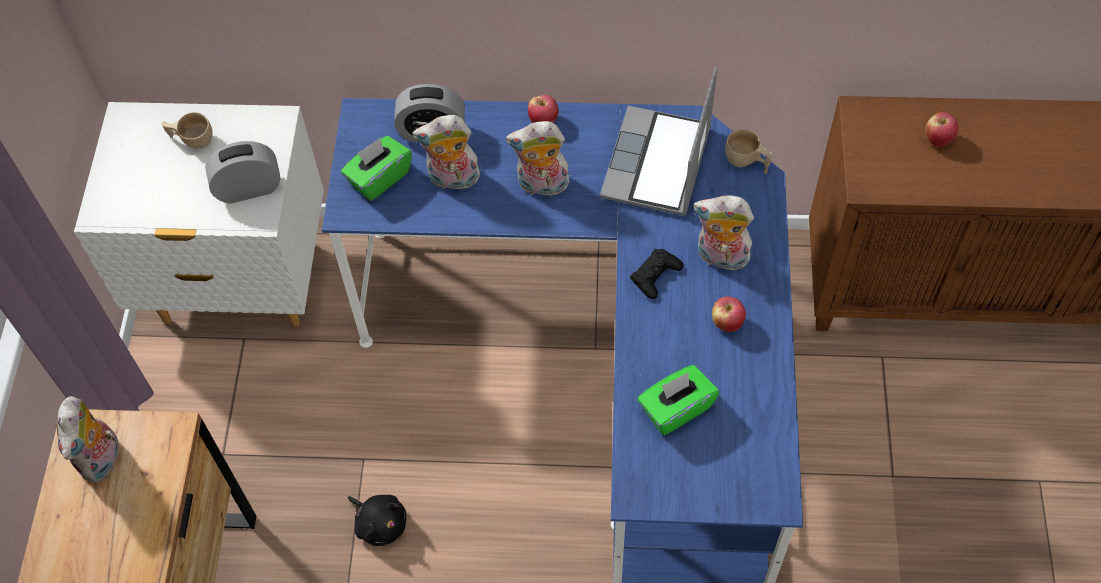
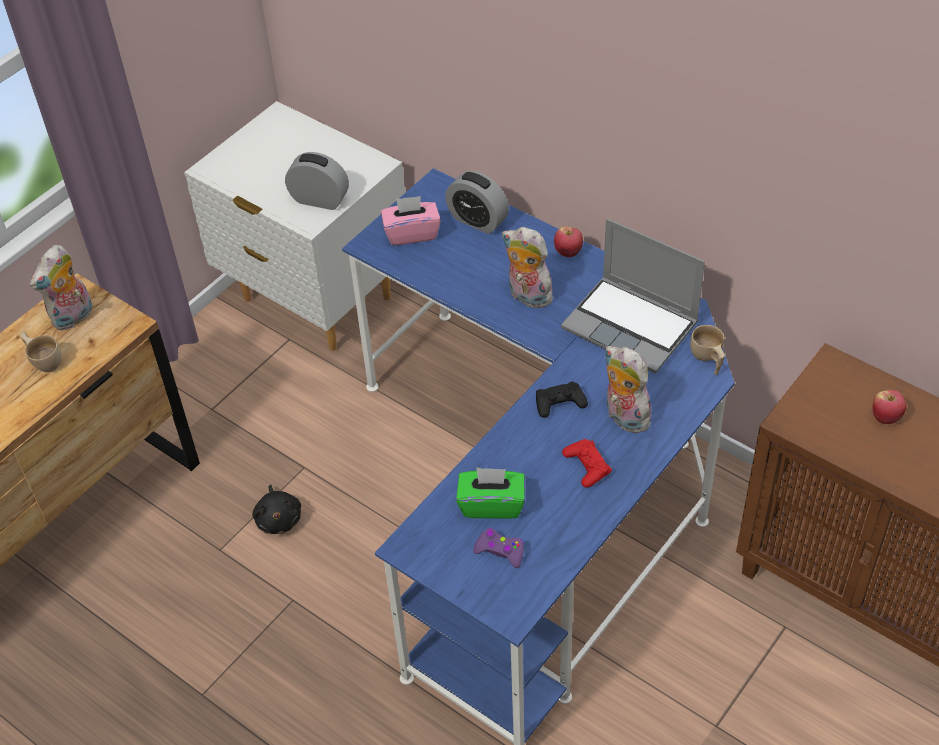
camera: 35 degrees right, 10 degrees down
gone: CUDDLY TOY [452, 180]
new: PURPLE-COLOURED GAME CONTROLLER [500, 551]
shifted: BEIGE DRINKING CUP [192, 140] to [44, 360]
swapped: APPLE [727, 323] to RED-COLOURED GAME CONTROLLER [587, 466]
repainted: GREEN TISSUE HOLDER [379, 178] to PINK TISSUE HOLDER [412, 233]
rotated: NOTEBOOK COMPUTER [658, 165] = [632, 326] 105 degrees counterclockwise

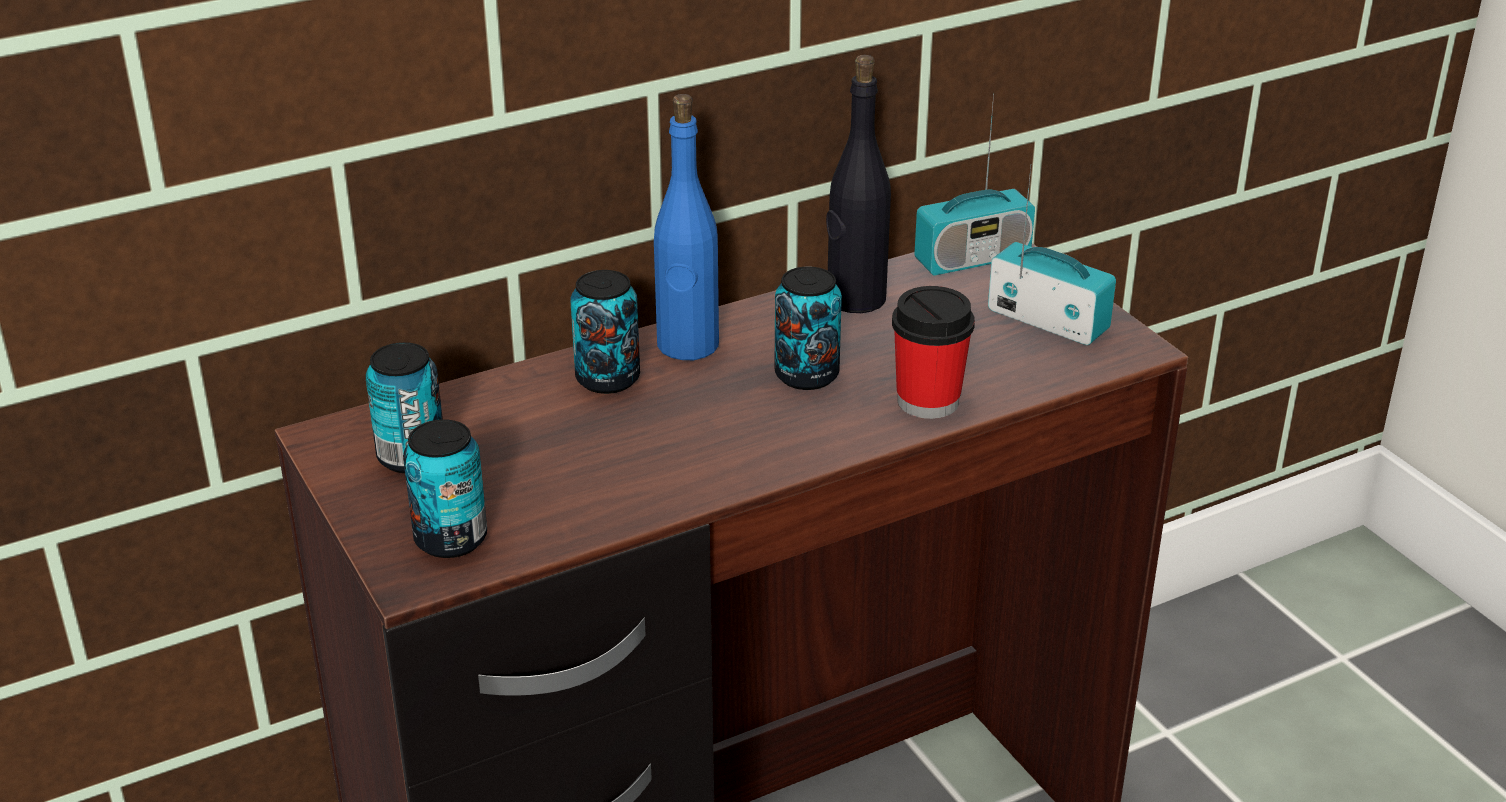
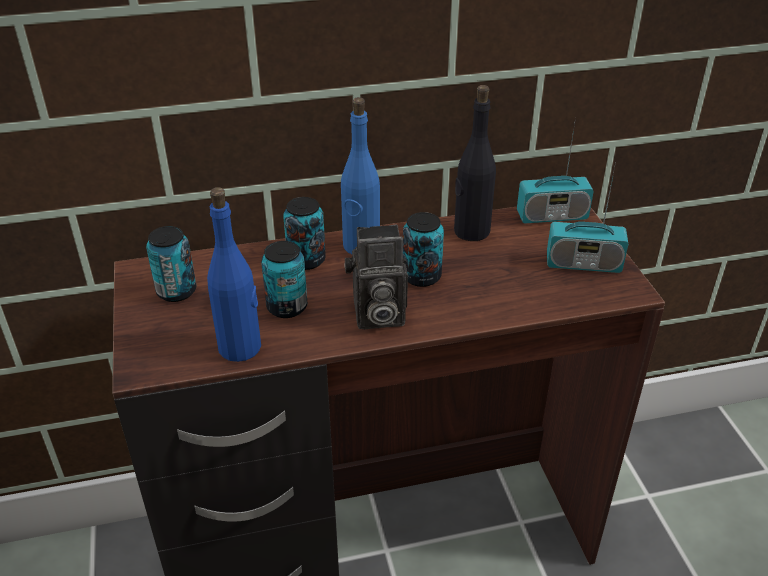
camera: 15 degrees right, 5 degrees up
gone: DRINKING CUP [928, 401]
new: BLUE-COLOURED BOTTLE [240, 347]; STILL CAMERA [376, 315]
shifted: METAL CAN [451, 539] to [287, 307]
rotated: RADIO [1048, 321] = [583, 264] 135 degrees clockwise

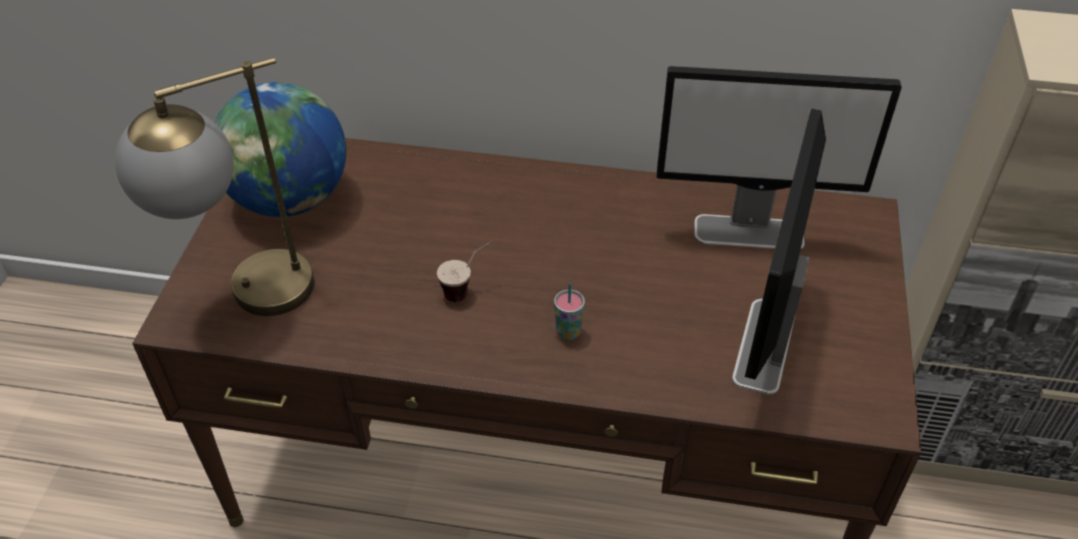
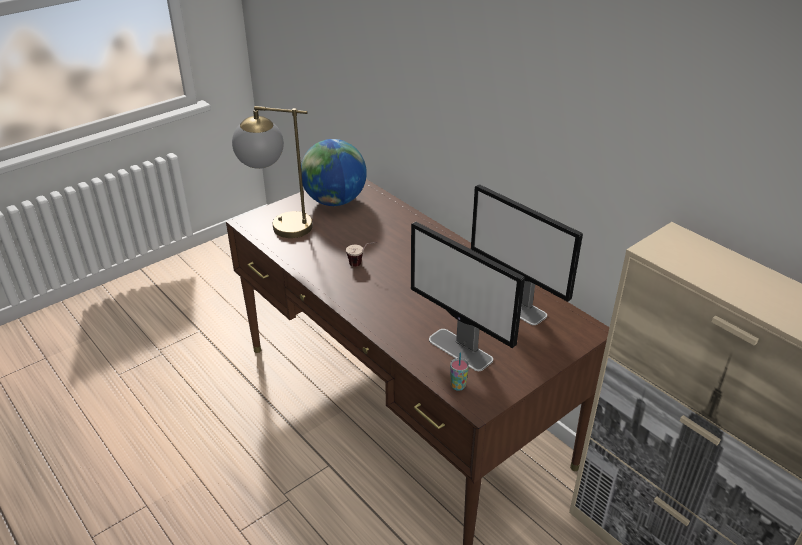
camera: 40 degrees right, 10 degrees down
shifted: DRINKING CUP [568, 333] to [458, 386]
rotated: COMPUTER DISPLAY [764, 346] = [461, 350] 105 degrees counterclockwise

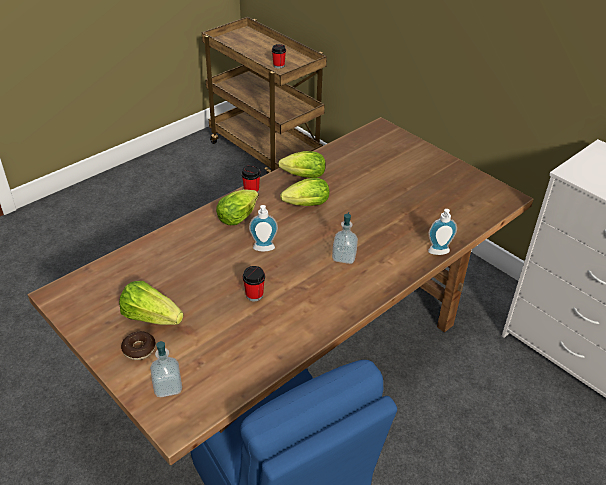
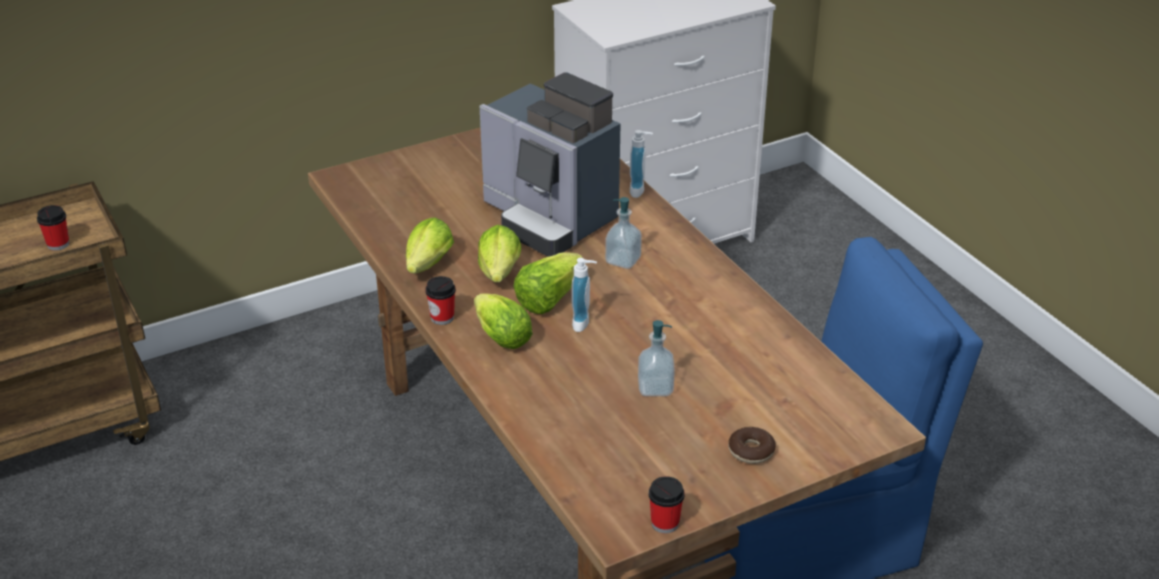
camera: 75 degrees left, 5 degrees down
new: COFFEE MAKER [549, 218]
shifted: LETTUCE [151, 317] to [548, 299]; SOAP DISPENSER [168, 387] to [655, 387]; DRINKING CUP [254, 295] to [665, 523]

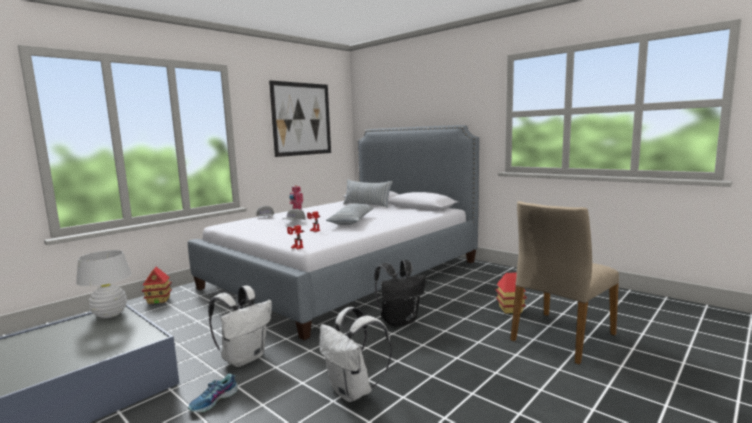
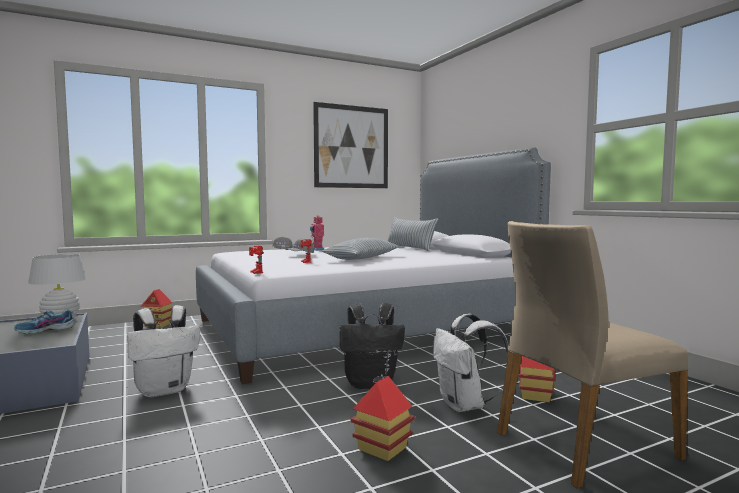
camera: 20 degrees right, 5 degrees down
new: MINIATURE HOUSE [382, 448]
shifted: SHOE [214, 401] to [45, 330]; WHITISH BACKPACK [353, 391] to [465, 405]

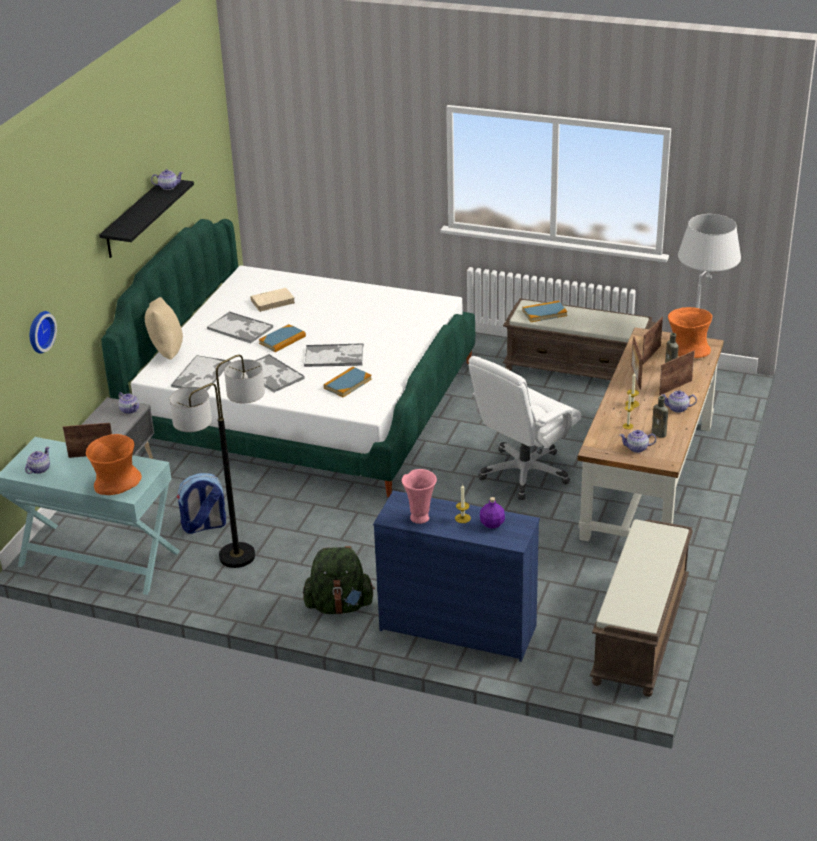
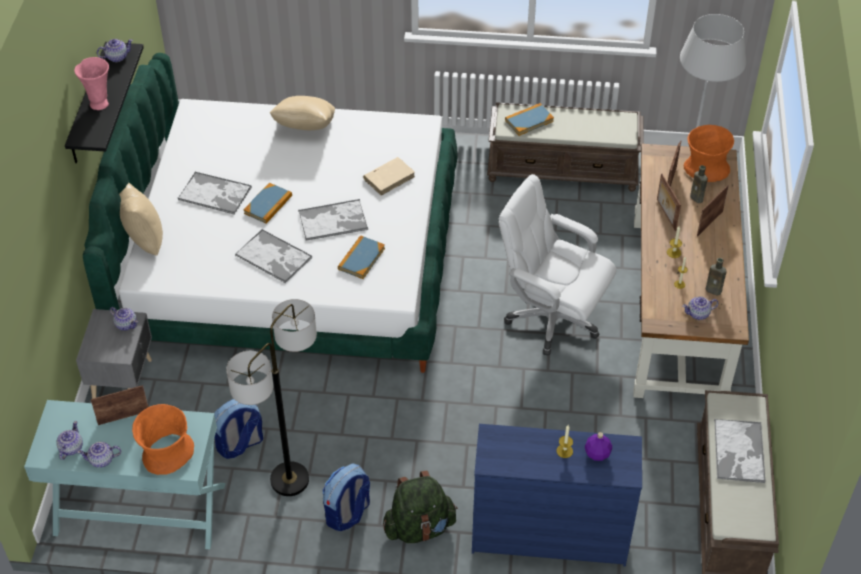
camera: 15 degrees left, 15 degrees up
gone: WALL CLOCK [39, 331]
new: BEIGE THROW PILLOW [304, 129]; BACKPACK [347, 513]
shifted: TRAY [201, 375] to [739, 452]; BEIGE VOLUME [273, 301] to [389, 177]; PINK DECORATIVE VASE [420, 517] to [99, 103]; TEAPOT [678, 408] to [102, 460]
rotated: WHITISH COMPUTER CHAIR [524, 473] = [551, 318] 90 degrees clockwise

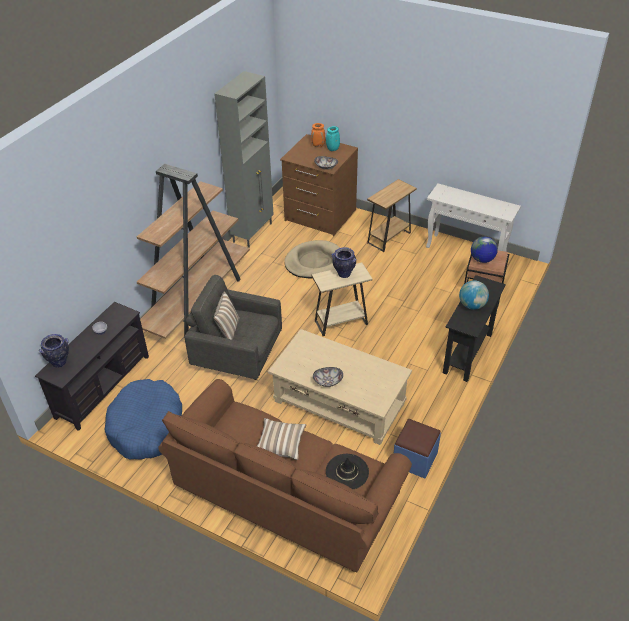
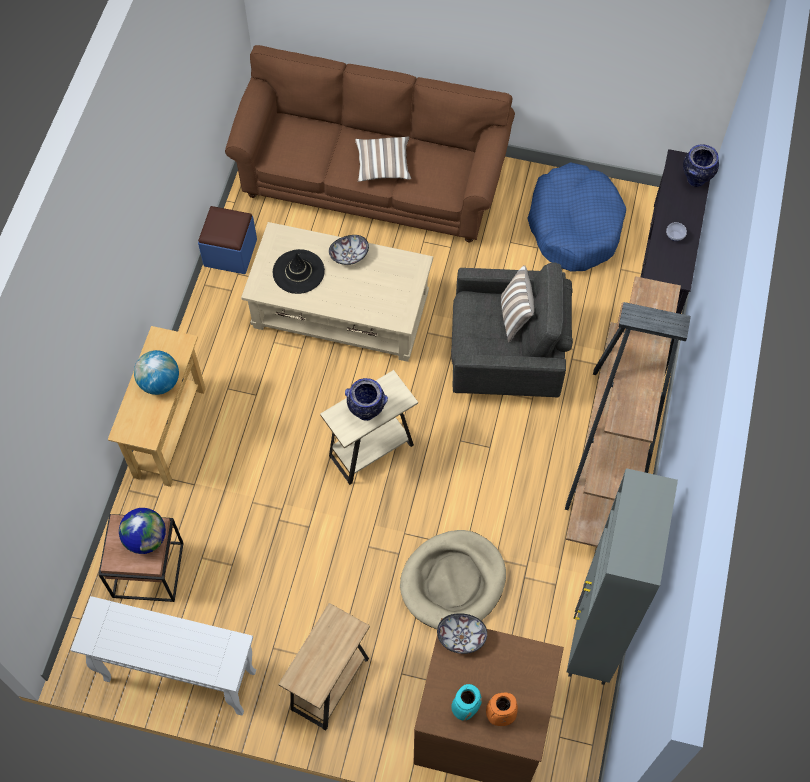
camera: 165 degrees right, 20 degrees up
shifted: BLACK-COLOURED HAT [347, 472] to [298, 272]
repainted: BLACK-COLOURED CONSOLE TABLE [467, 353] to BEIGE CONSOLE TABLE [170, 432]

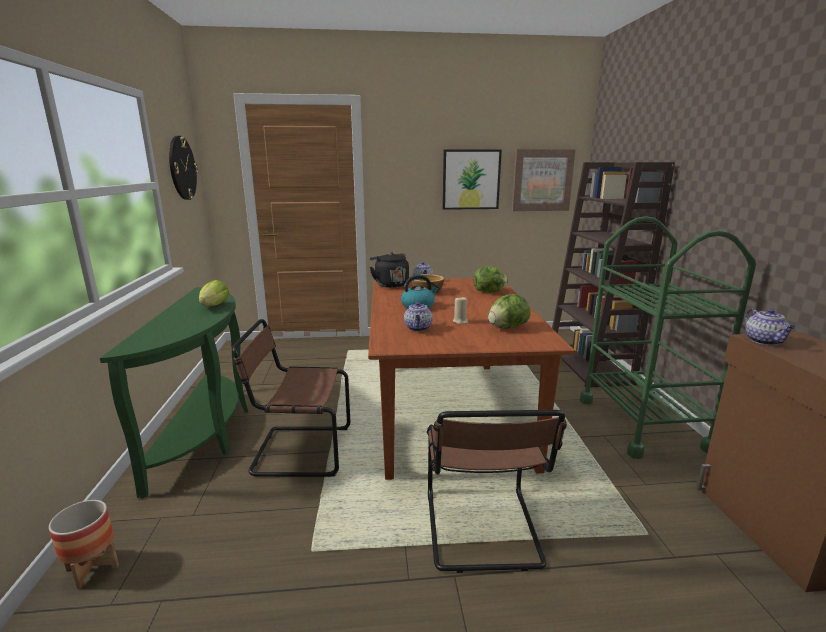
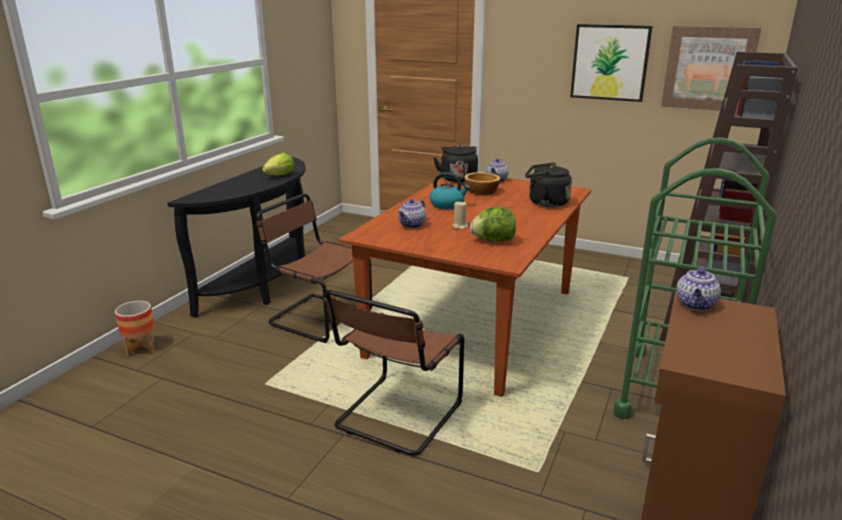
camera: 30 degrees right, 5 degrees up
gone: WALL CLOCK [182, 168]
swapped: LETTUCE [489, 292] to BLACK-COLOURED WATER KETTLE [545, 203]
repainted: GREEN CONSOLE TABLE [208, 433] to BLACK-COLOURED CONSOLE TABLE [266, 285]

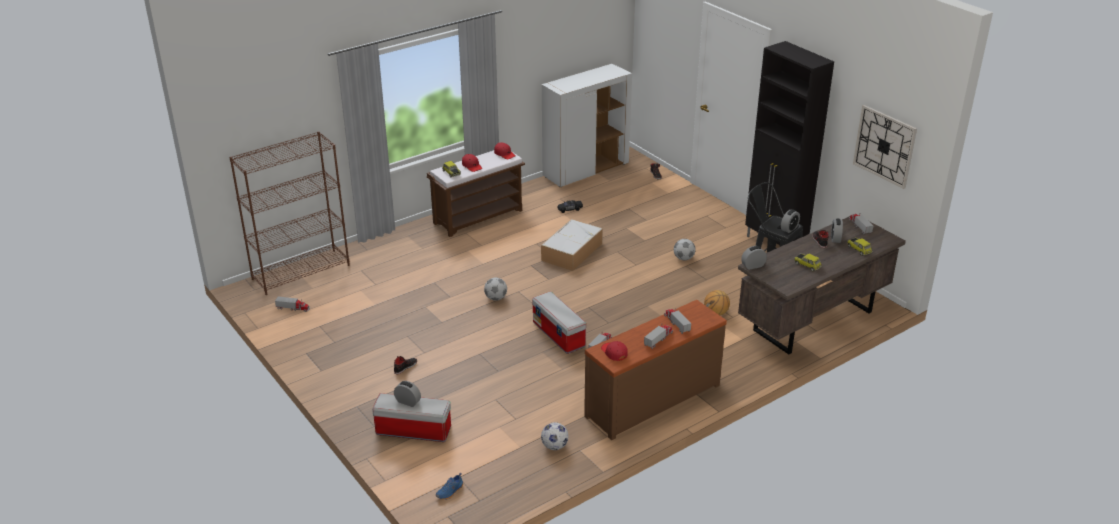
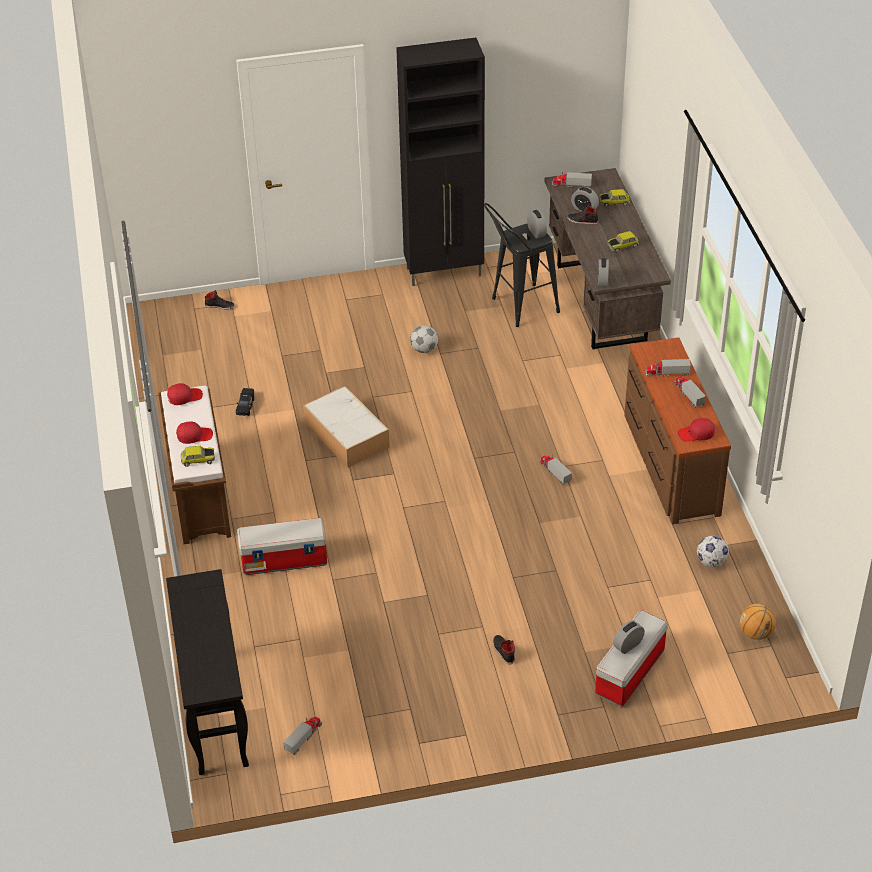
camera: 65 degrees left, 10 degrees up
gone: BLUE-COLOURED SHOE [450, 492]; FOOTBALL BALL [495, 298]; WHITISH CABINET [586, 170]; WALL CLOCK [884, 146]
shifted: STORAGE BIN [559, 335] to [285, 560]; BASKETBALL [716, 313] to [756, 633]
swapped: BROWNISH BOOKSHELF [301, 272] to BLACK-COLOURED CONSOLE TABLE [214, 711]

